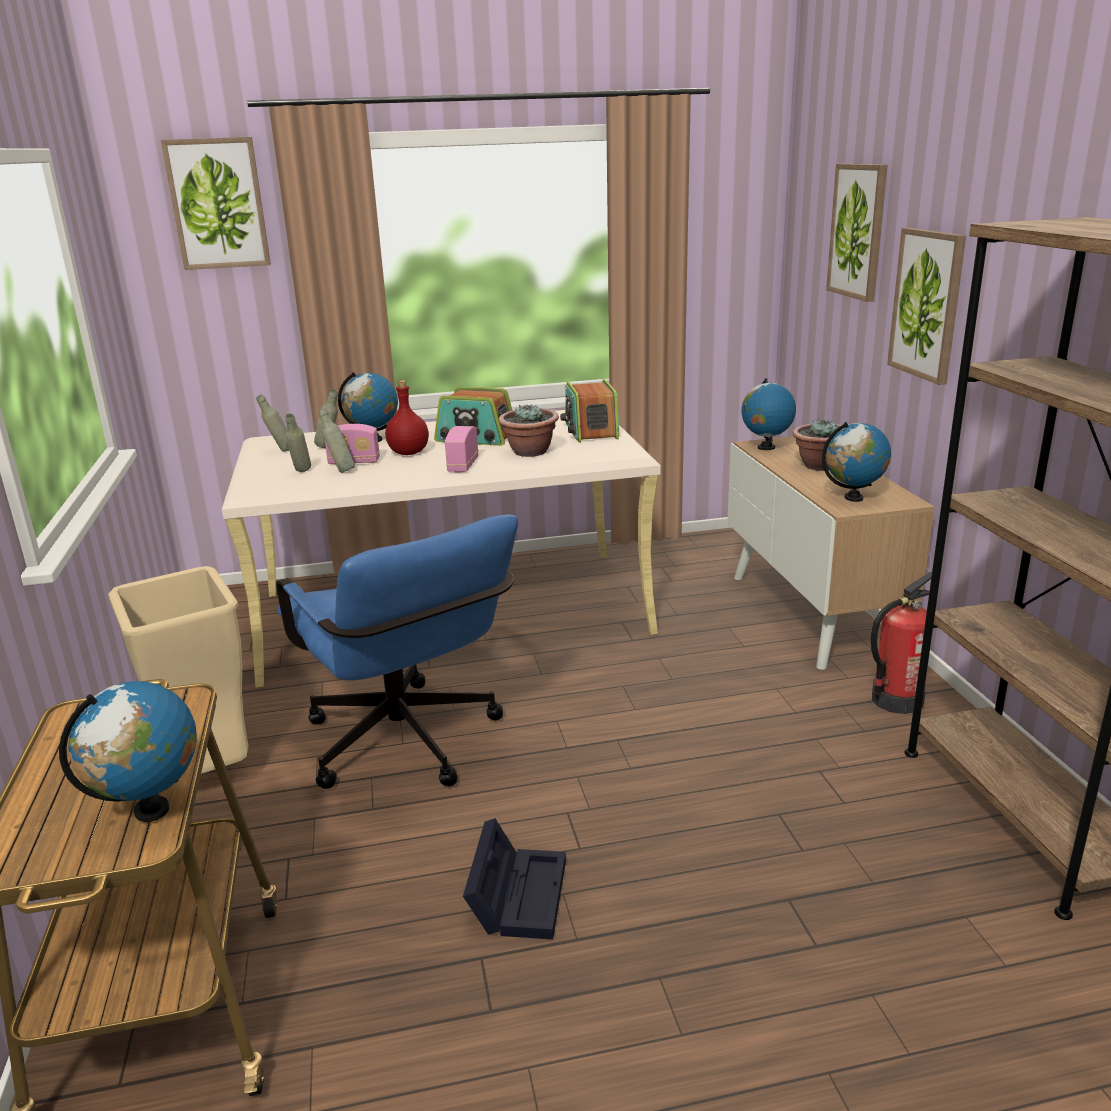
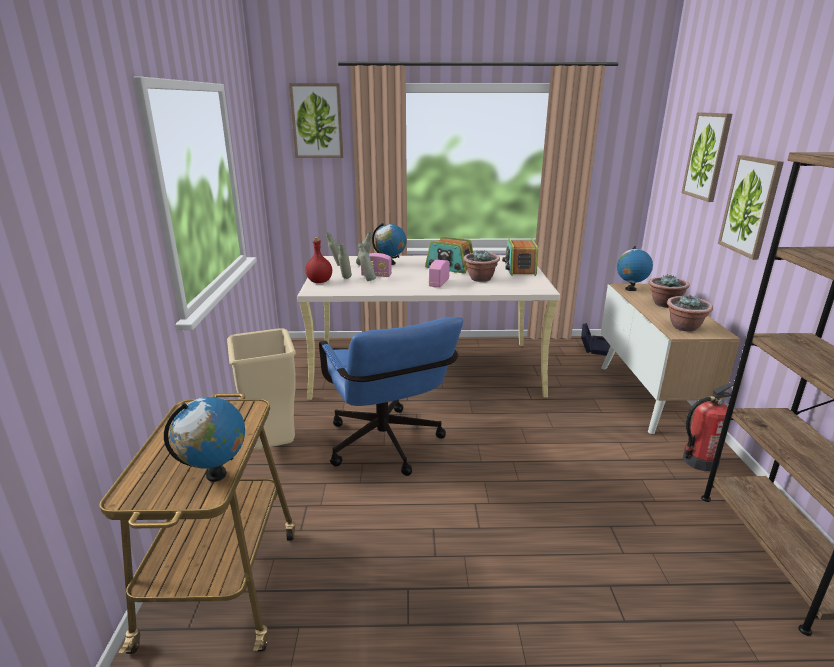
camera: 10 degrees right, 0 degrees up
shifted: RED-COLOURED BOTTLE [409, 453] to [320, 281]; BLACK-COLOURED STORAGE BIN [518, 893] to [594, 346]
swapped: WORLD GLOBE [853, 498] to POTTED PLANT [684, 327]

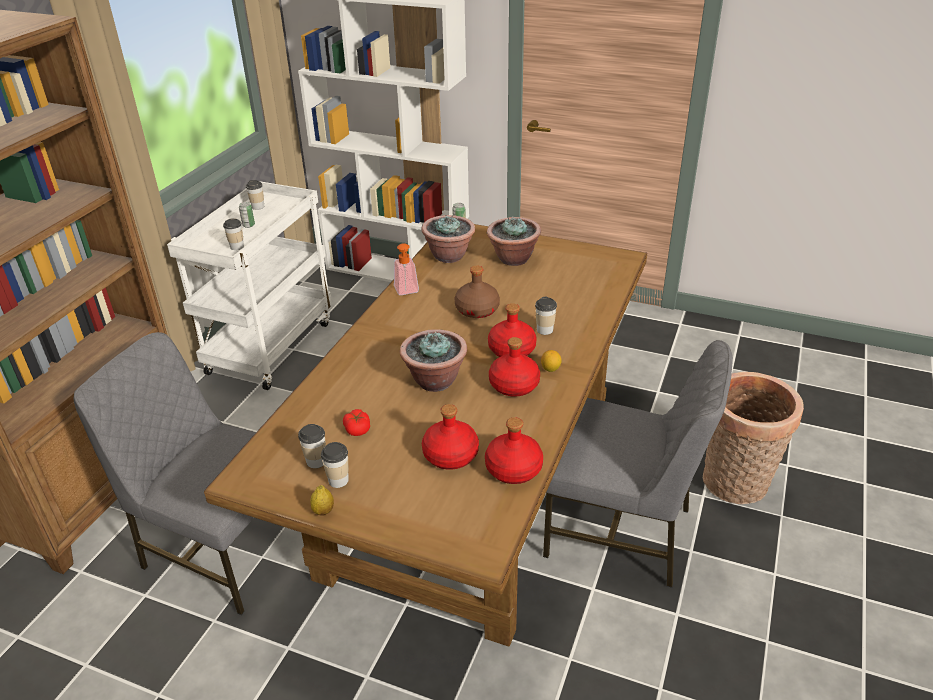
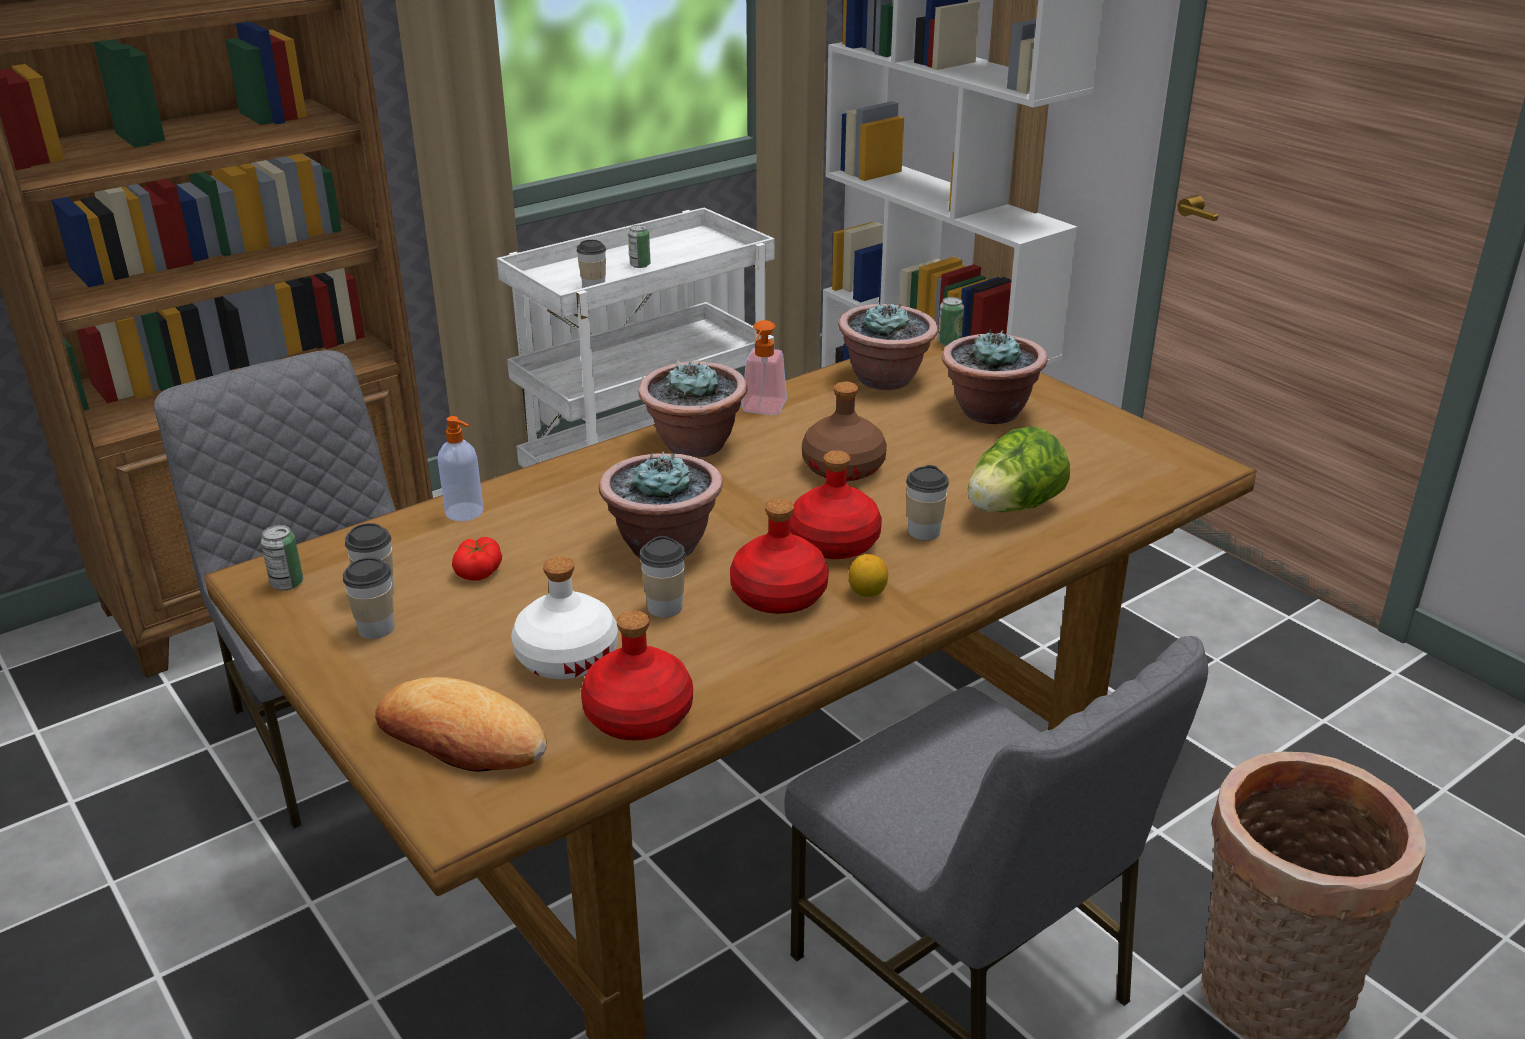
camera: 30 degrees right, 5 degrees down
gone: WHOLE LEMON [323, 511]
new: METAL CAN [287, 583]; BAKERY BREAD [461, 738]; SOAP DISPENSER [465, 512]; POTTED PLANT [694, 445]; LETTUCE [1013, 508]
shifted: DRINKING CUP [258, 207] to [665, 608]
repainted: RED-COLOURED BOTTLE [450, 455] to WHITISH BOTTLE [566, 657]

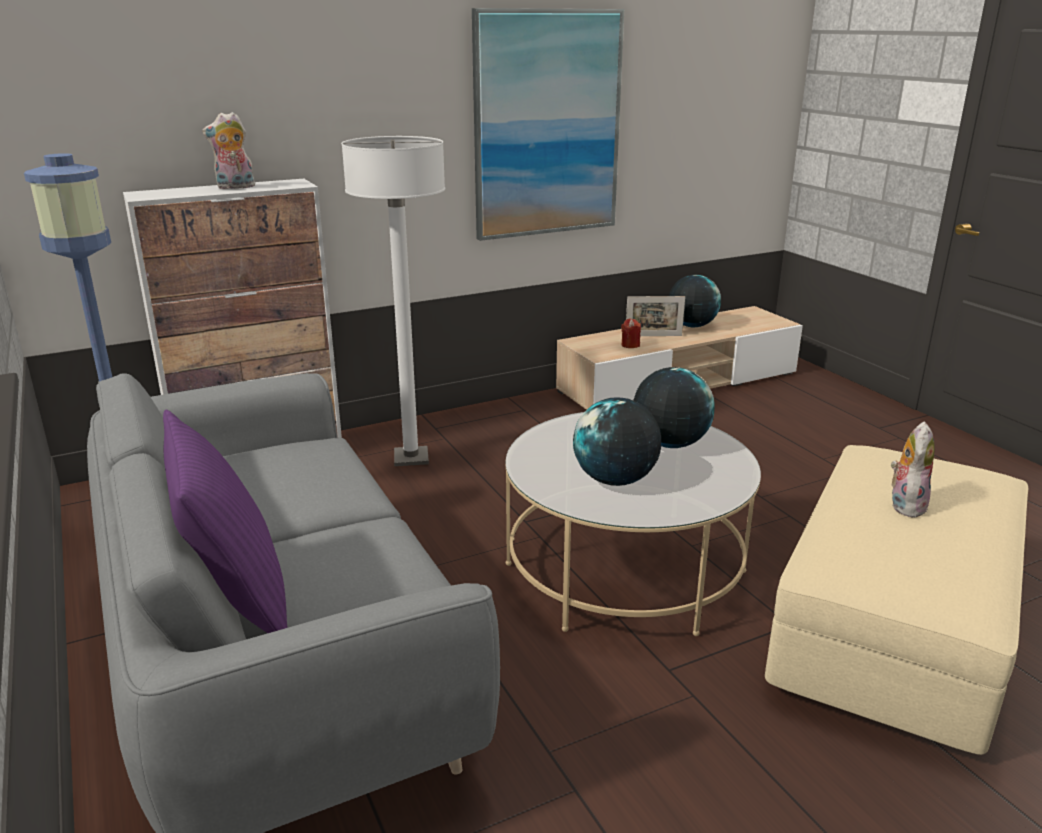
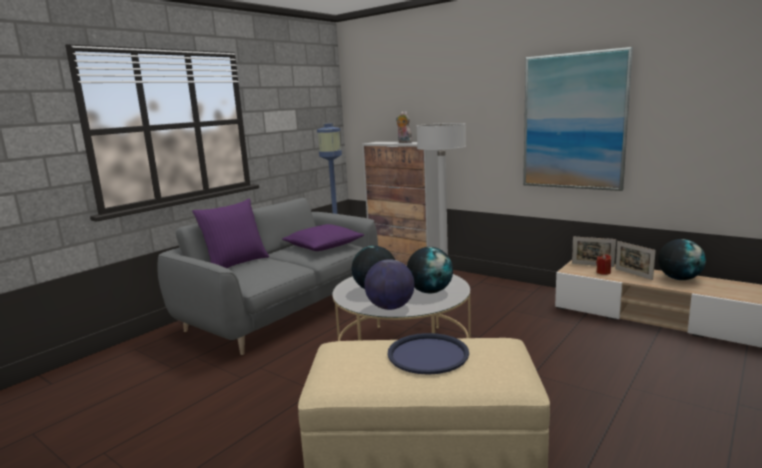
camera: 65 degrees right, 10 degrees down
new: PURPLE-COLOURED THROW PILLOW [323, 246]; WORLD GLOBE [390, 307]; PICTURE FRAME [592, 265]
swapped: CUDDLY TOY [905, 504] to BLUE-COLOURED TRAY [428, 354]

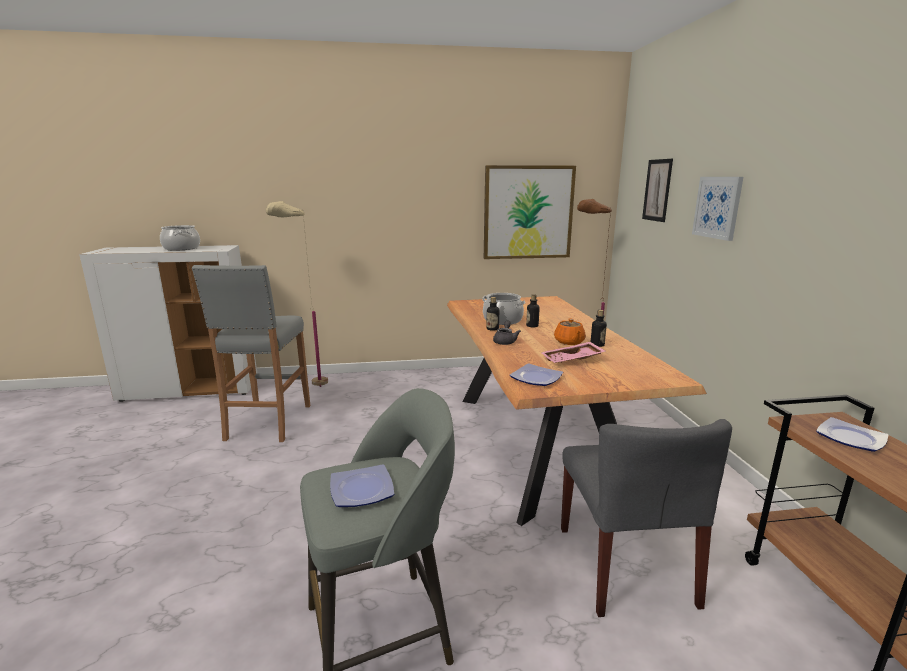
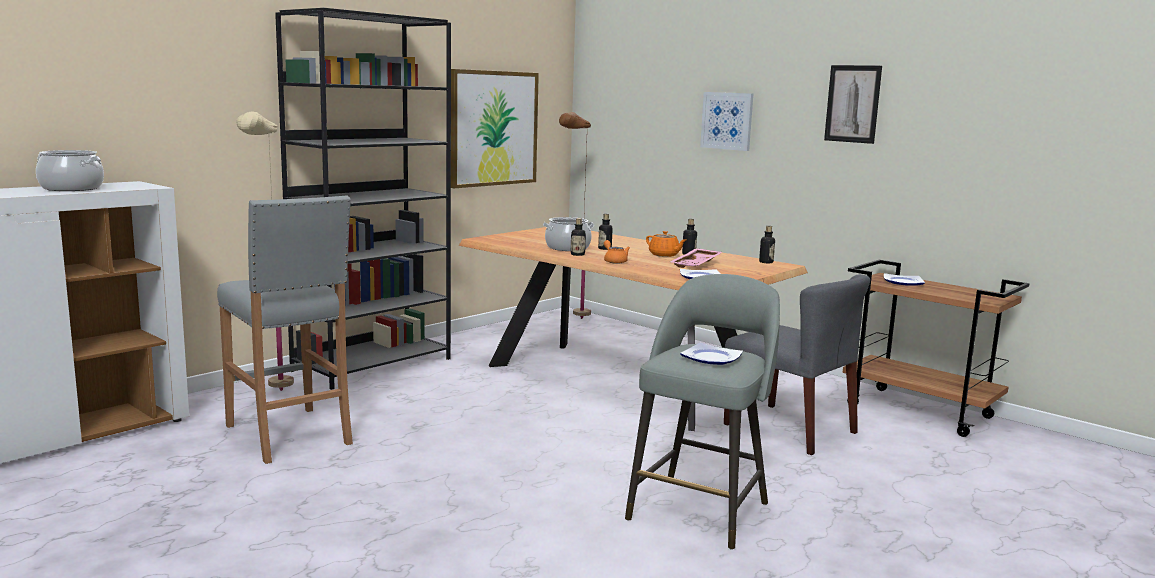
camera: 40 degrees left, 5 degrees down
new: BLACK-COLOURED BOOKSHELF [373, 364]; BOTTLE [766, 262]
shifted: PICTURE [657, 190] to [852, 104]
repainted: GREYISH TEAPOT [505, 341] to ORANGE TEAPOT [614, 261]

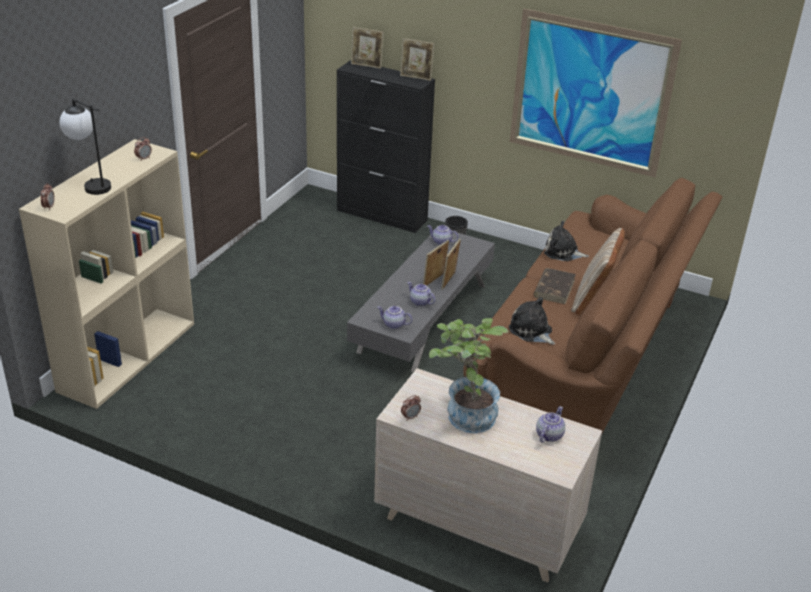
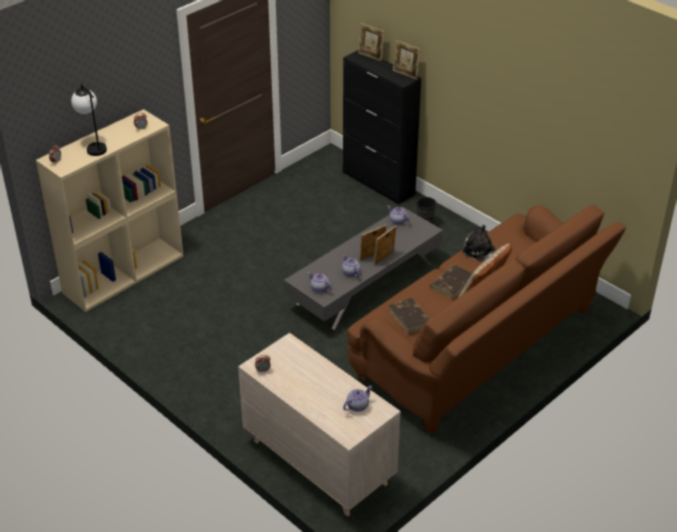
camera: 20 degrees right, 5 degrees up
gone: POTTED PLANT [465, 414]; PICTURE [590, 93]
swapped: CUDDLY TOY [532, 331] to BROWNISH VOLUME [410, 318]

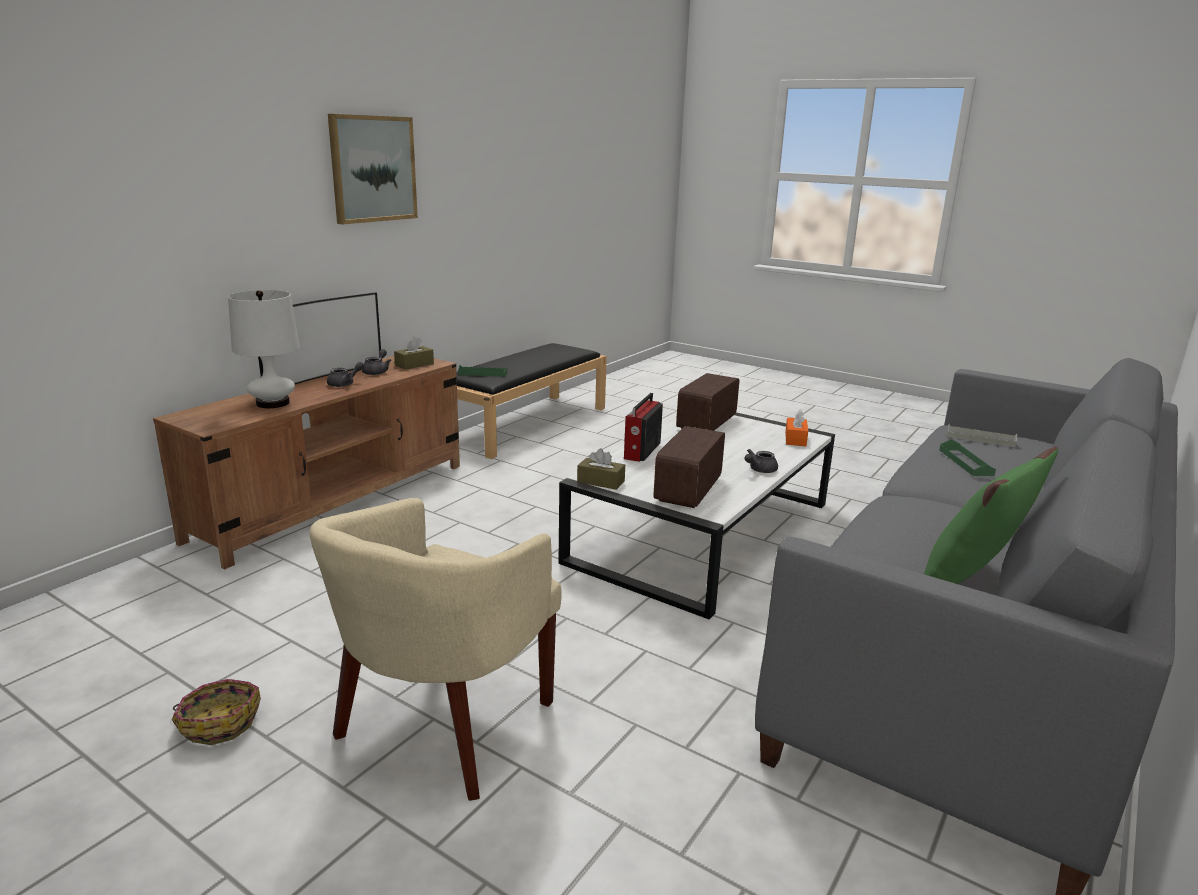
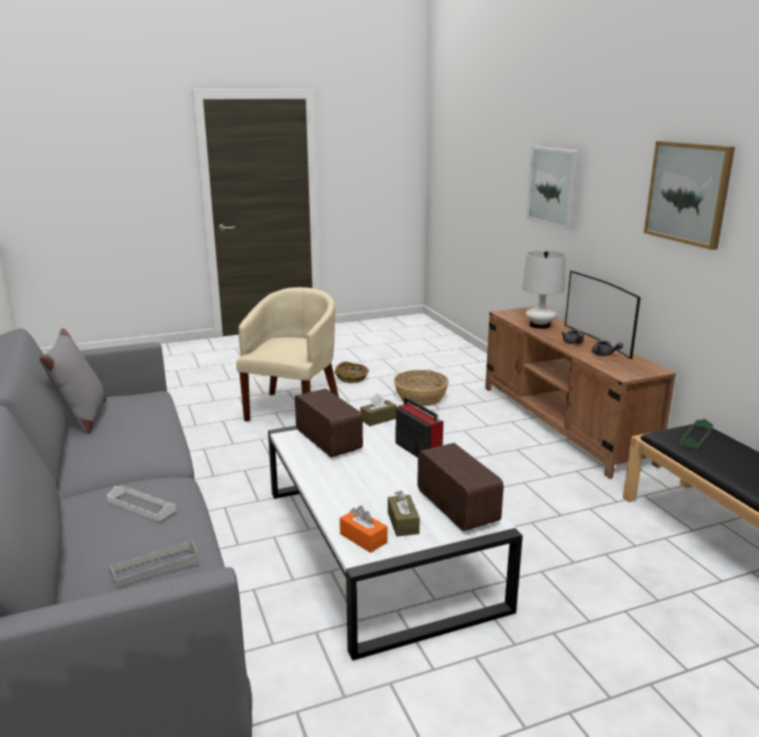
camera: 125 degrees right, 0 degrees up
gone: GREYISH TEAPOT [759, 470]
new: HOUSEHOLD BASKET [421, 398]; PICTURE [554, 186]
shifted: BROWNISH TISSUE HOLDER [414, 364] to [403, 523]
repainted: GREEN THROW PILLOW [970, 585] to GREYISH THROW PILLOW [83, 418]; GREEN TRAY [965, 462] to WHITISH TRAY [141, 506]
rotated: BEIGE EASY CHAIR [443, 726] = [293, 409] 45 degrees clockwise

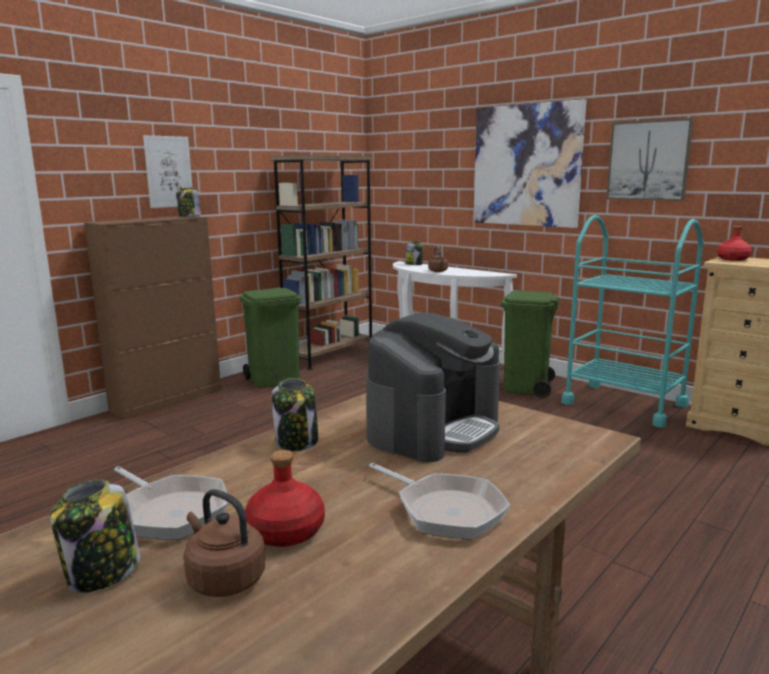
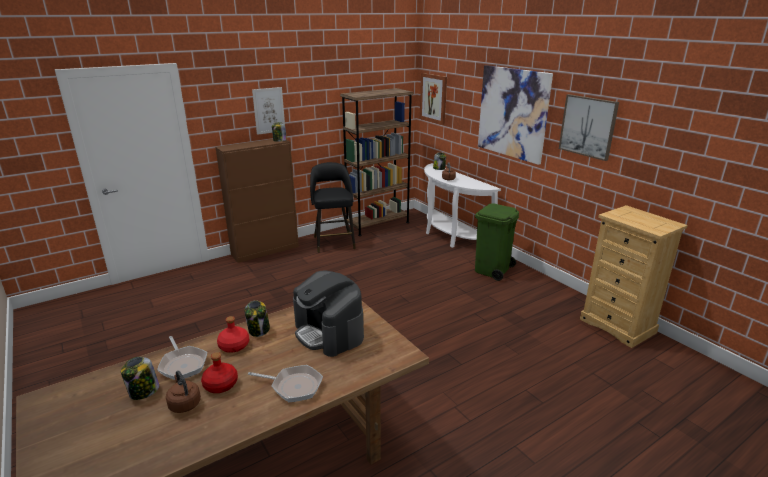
camera: 15 degrees right, 10 degrees up
gone: TURQUOISE-COLOURED TROLLEY [624, 404]
new: PICTURE [433, 98]
shifted: RED-COLOURED BOTTLE [733, 259] to [234, 346]
swapped: GREEN WASTE BIN [275, 380] to BLACK-COLOURED STOOL [334, 242]
rotated: COFFEE MAKER [434, 429] = [329, 332] 90 degrees clockwise; FRYING PAN [445, 510] = [293, 386] 45 degrees counterclockwise

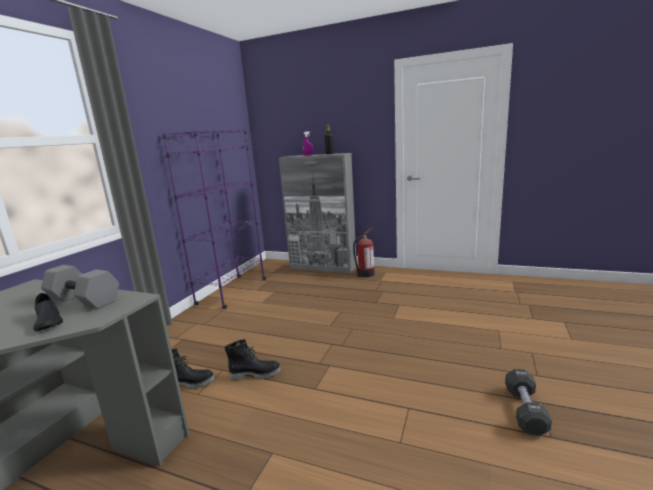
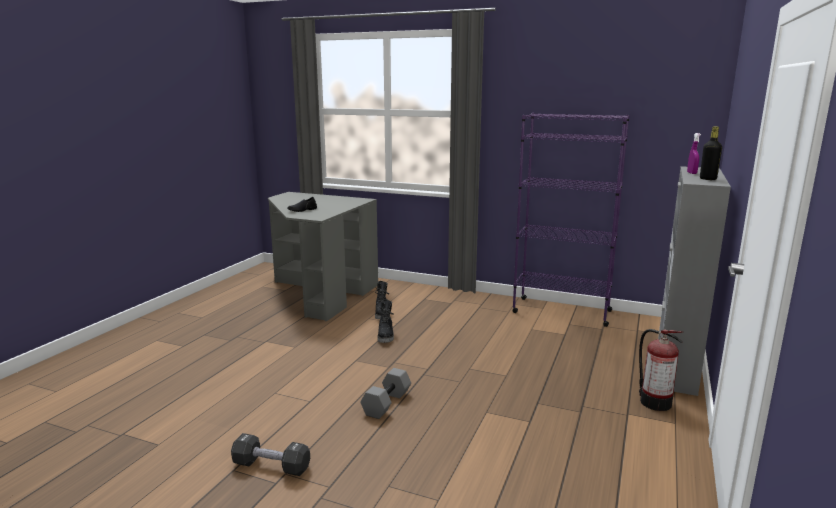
camera: 90 degrees right, 0 degrees up
shifted: GREYISH FREE WEIGHT [85, 300] to [387, 404]

